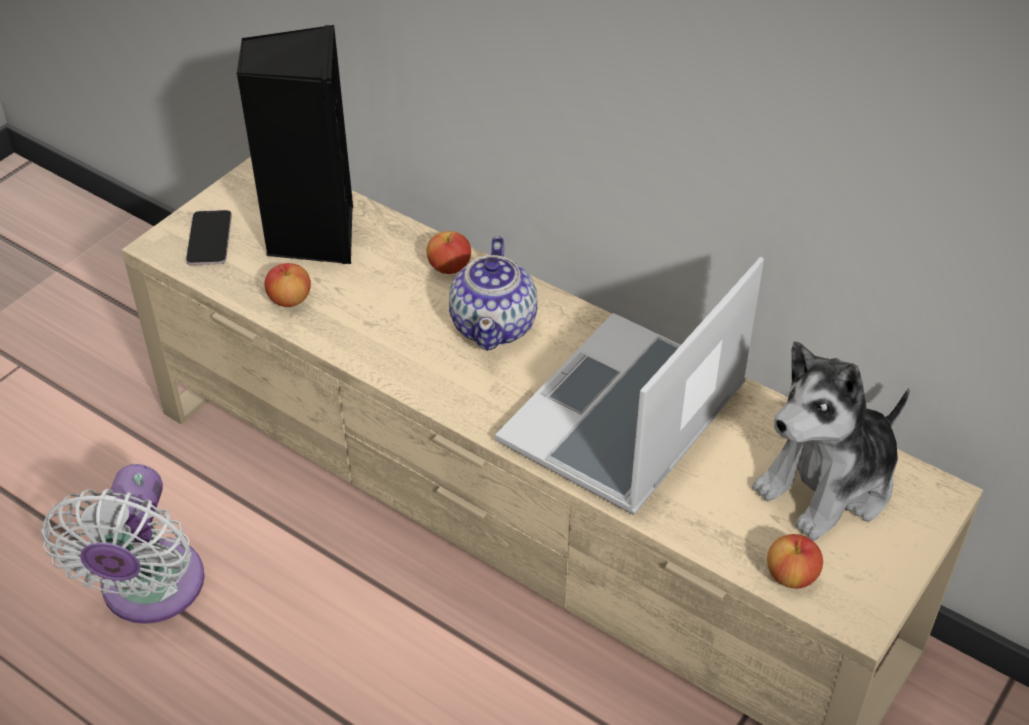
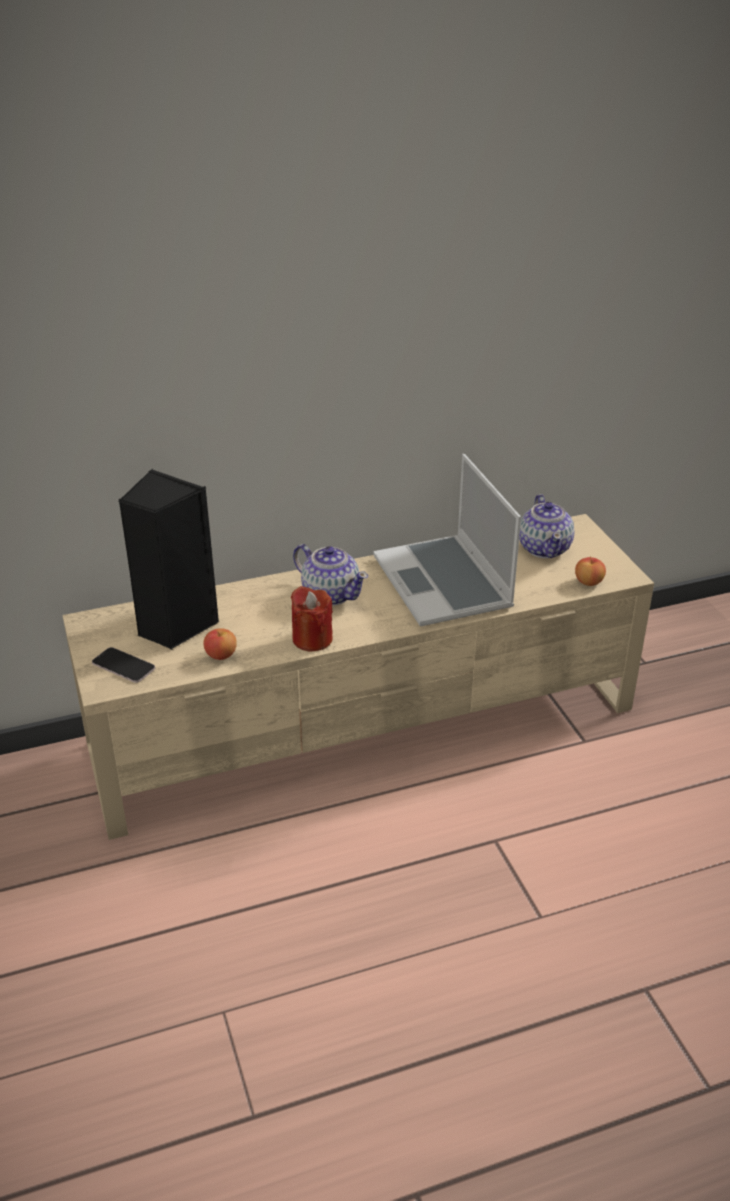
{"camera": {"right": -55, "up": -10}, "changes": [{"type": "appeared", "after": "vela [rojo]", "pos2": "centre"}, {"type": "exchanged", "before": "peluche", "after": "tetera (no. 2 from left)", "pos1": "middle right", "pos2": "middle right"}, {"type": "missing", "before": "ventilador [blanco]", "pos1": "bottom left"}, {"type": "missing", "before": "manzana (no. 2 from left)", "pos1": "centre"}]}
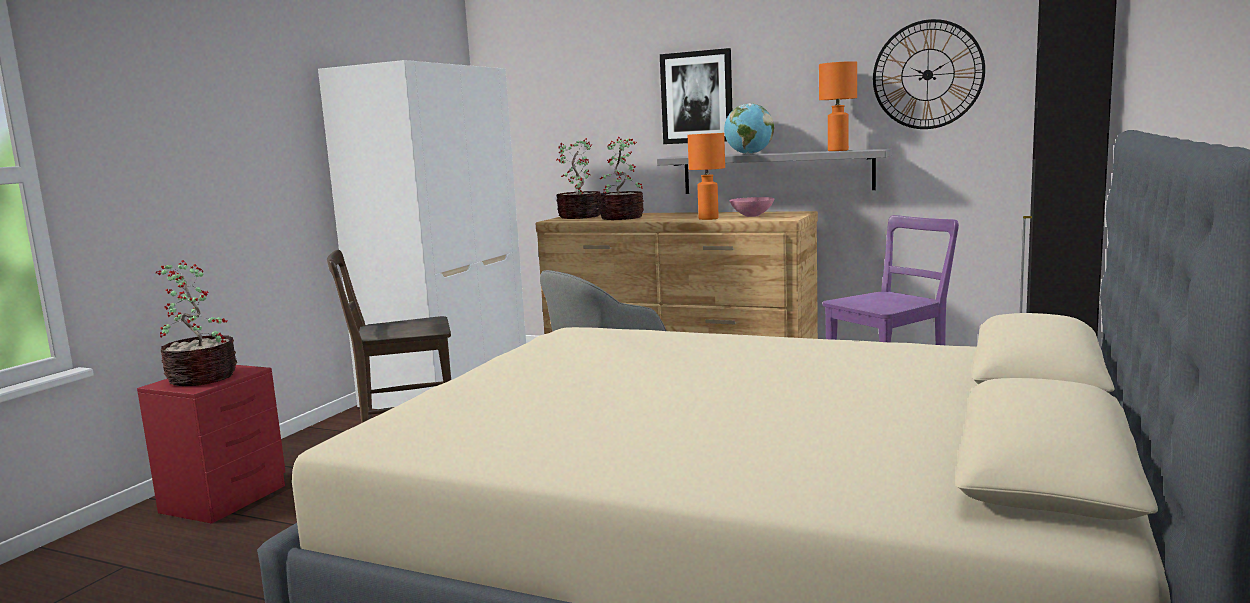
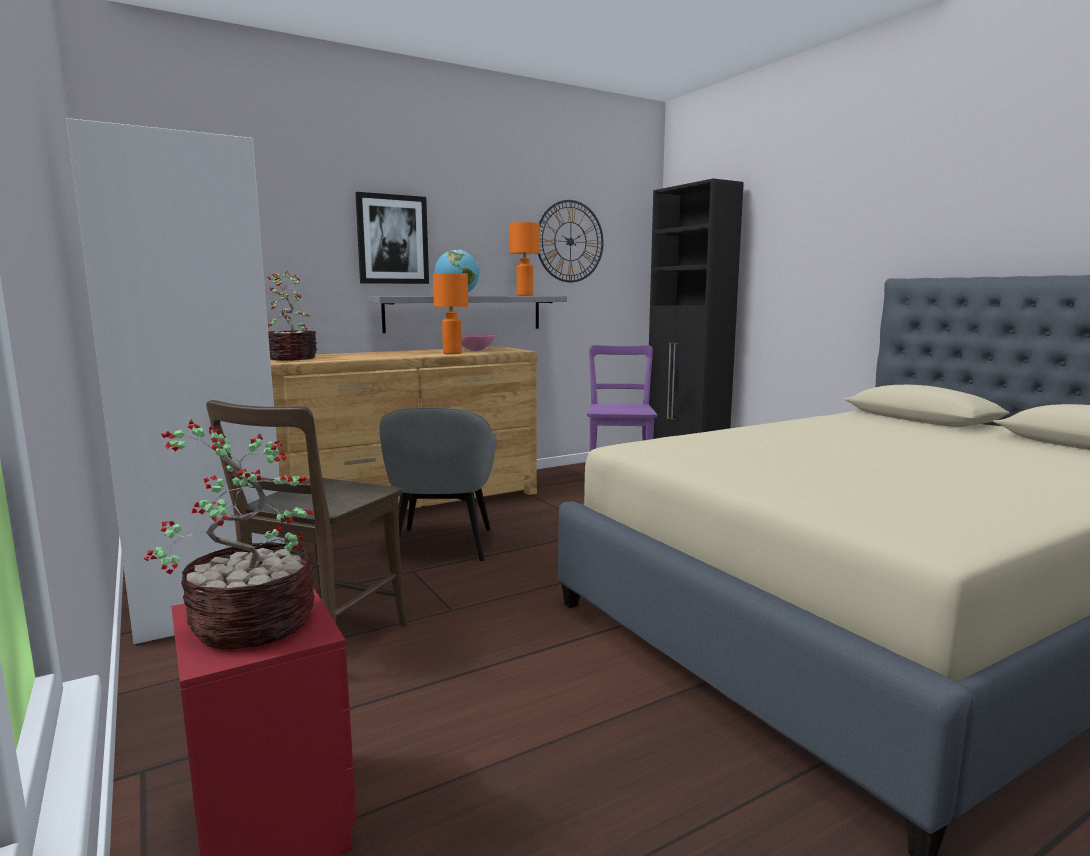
{"camera": {"right": -55, "up": 0}, "changes": [{"type": "missing", "before": "planta en maceta (no. 3 from left)", "pos1": "top centre"}]}
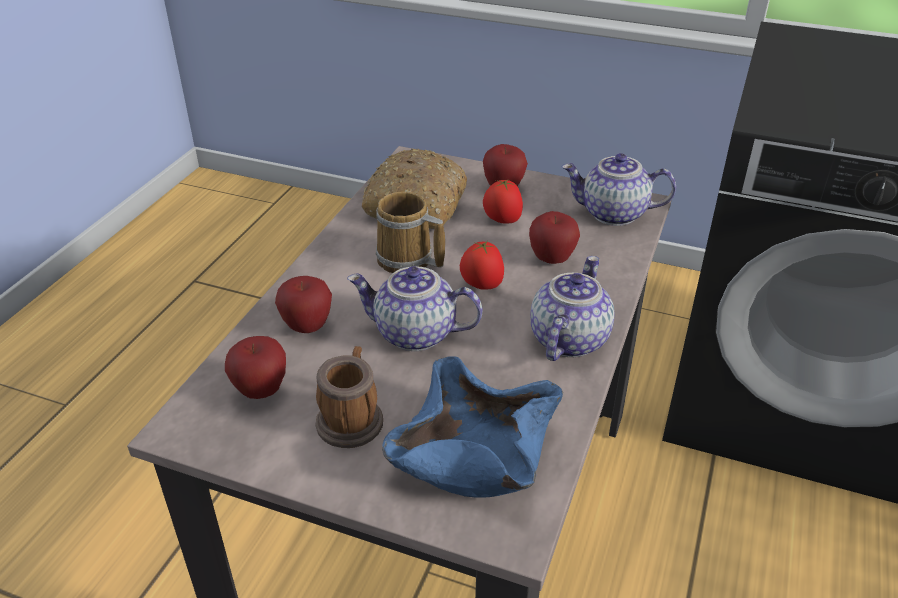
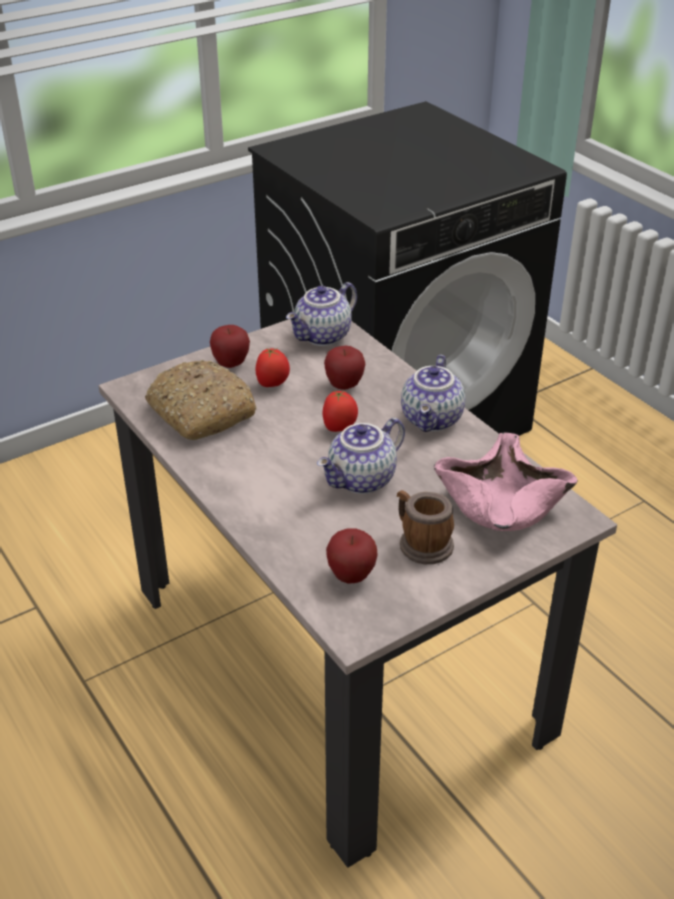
{"camera": {"right": -55, "up": 0}, "changes": [{"type": "spun", "before": "tetera (no. 2 from left in the first image)", "pos1": "centre", "pos2": "centre", "turn": -135}, {"type": "colour", "before": "cuenco [azul]", "after": "cuenco [rosa]", "pos1": "bottom centre", "pos2": "middle right"}, {"type": "missing", "before": "manzana (no. 2 from left)", "pos1": "centre"}, {"type": "missing", "before": "taza grande (no. 2 from left)", "pos1": "centre"}]}
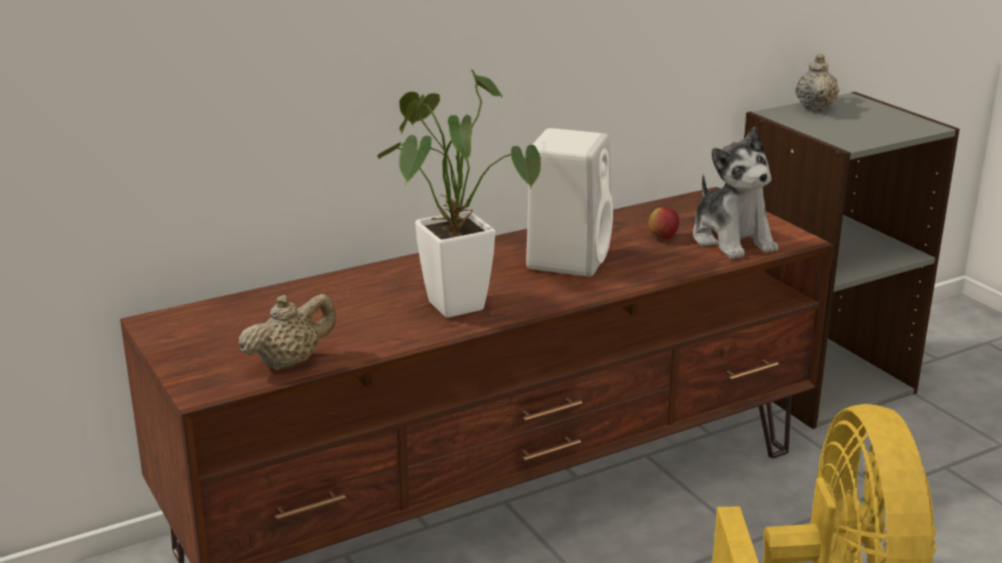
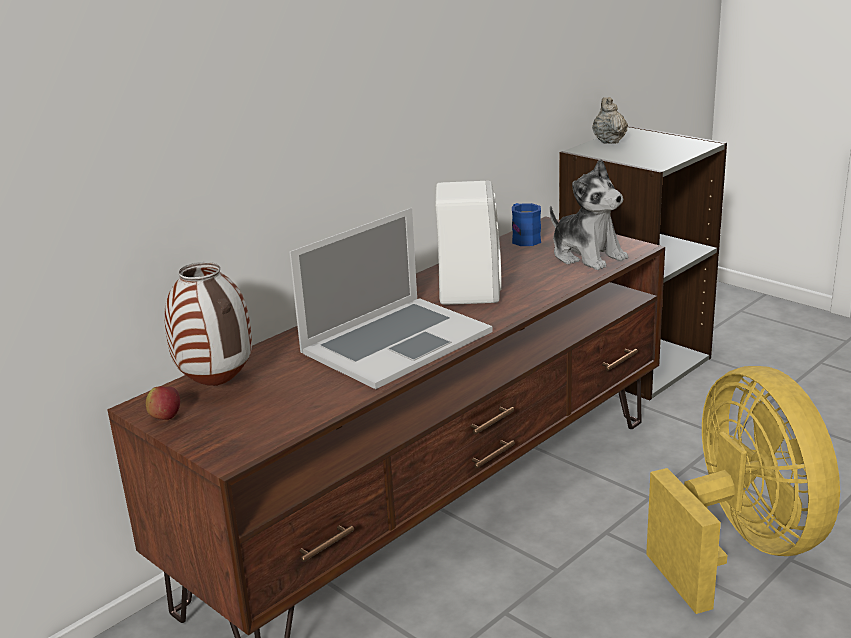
{"camera": {"right": -15, "up": 0}, "changes": [{"type": "relocated", "before": "manzana", "pos1": "centre", "pos2": "middle left"}, {"type": "appeared", "after": "florero", "pos2": "middle left"}, {"type": "exchanged", "before": "planta en maceta", "after": "portátil", "pos1": "centre", "pos2": "centre"}, {"type": "appeared", "after": "taza grande [azul]", "pos2": "centre"}, {"type": "missing", "before": "tetera [beis] (no. 1 from left)", "pos1": "middle left"}]}
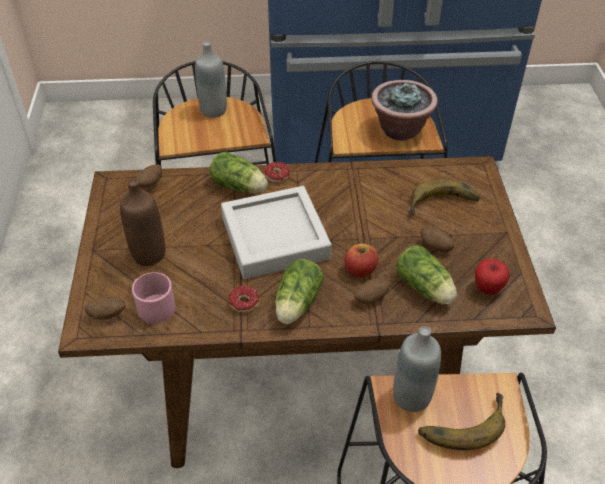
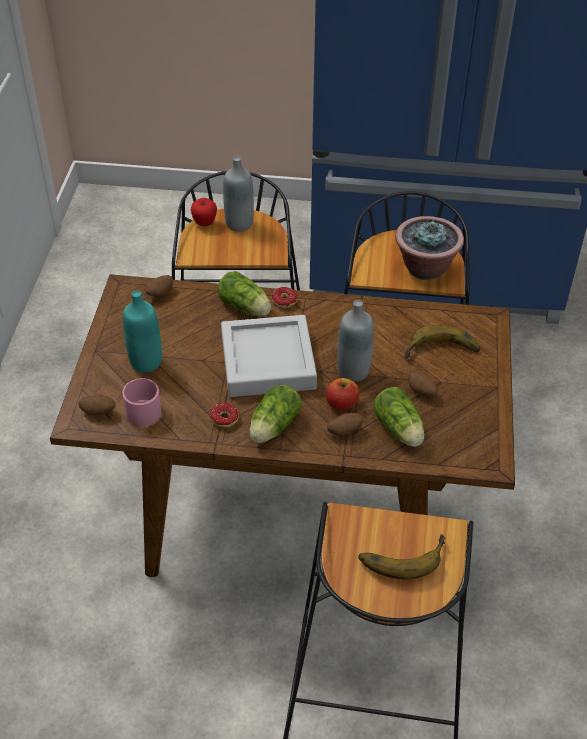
{"camera": {"right": 10, "up": 0}, "changes": [{"type": "colour", "before": "botella [marrón]", "after": "botella [turquesa]", "pos1": "middle left", "pos2": "middle left"}, {"type": "relocated", "before": "manzana (no. 2 from left in the first image)", "after": "manzana (no. 1 from left)", "pos1": "middle right", "pos2": "top centre"}, {"type": "relocated", "before": "botella [gris] (no. 2 from left)", "pos1": "bottom right", "pos2": "centre"}]}
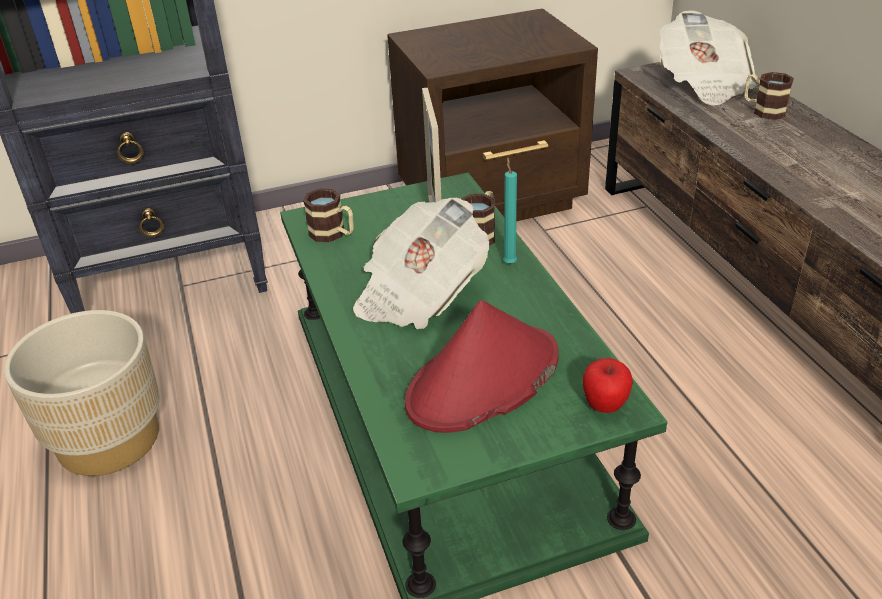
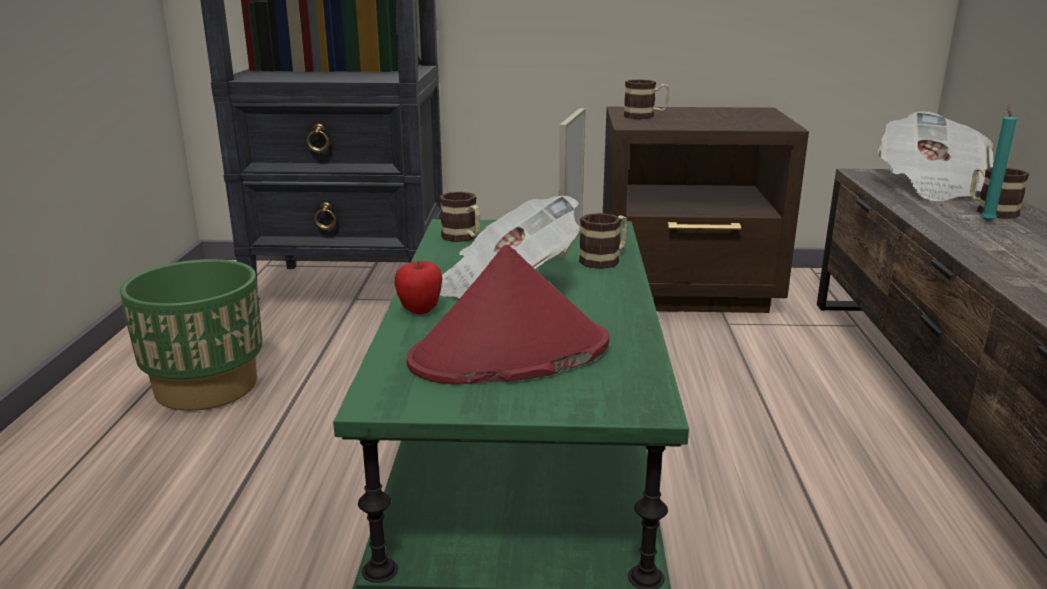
{"camera": {"right": 20, "up": -15}, "changes": [{"type": "colour", "before": "maceta [beis]", "after": "maceta [verde]", "pos1": "middle left", "pos2": "middle left"}, {"type": "relocated", "before": "manzana", "pos1": "middle right", "pos2": "centre"}, {"type": "appeared", "after": "taza grande (no. 3 from left)", "pos2": "top centre"}, {"type": "relocated", "before": "vela [turquesa]", "pos1": "centre", "pos2": "top right"}]}
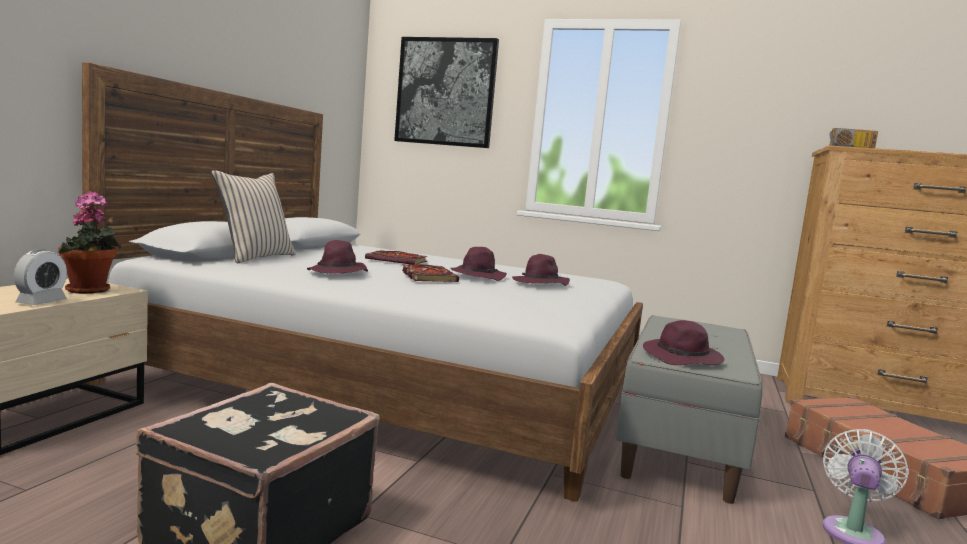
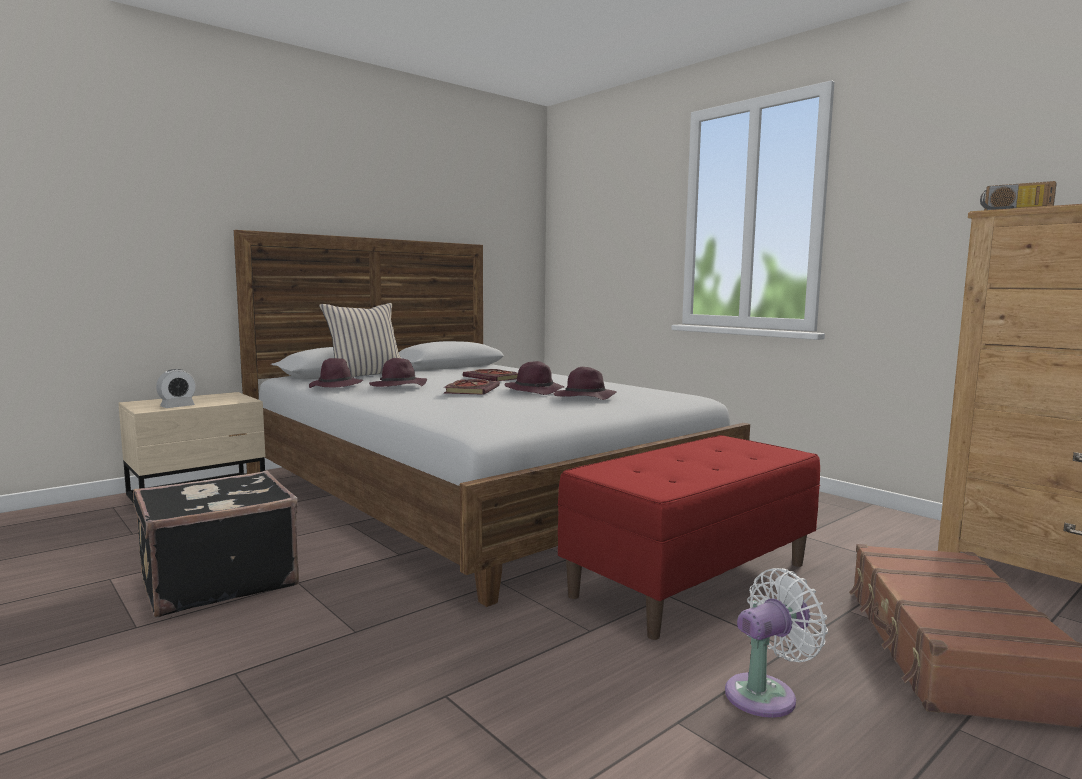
{"camera": {"right": 30, "up": 0}, "changes": [{"type": "relocated", "before": "sombrero [morado] (no. 4 from left in the first image)", "after": "sombrero [morado] (no. 1 from left)", "pos1": "middle right", "pos2": "middle left"}, {"type": "colour", "before": "banco [gris]", "after": "banco [rojo]", "pos1": "bottom right", "pos2": "bottom centre"}, {"type": "missing", "before": "planta en maceta", "pos1": "middle left"}, {"type": "missing", "before": "cuadro", "pos1": "top centre"}]}
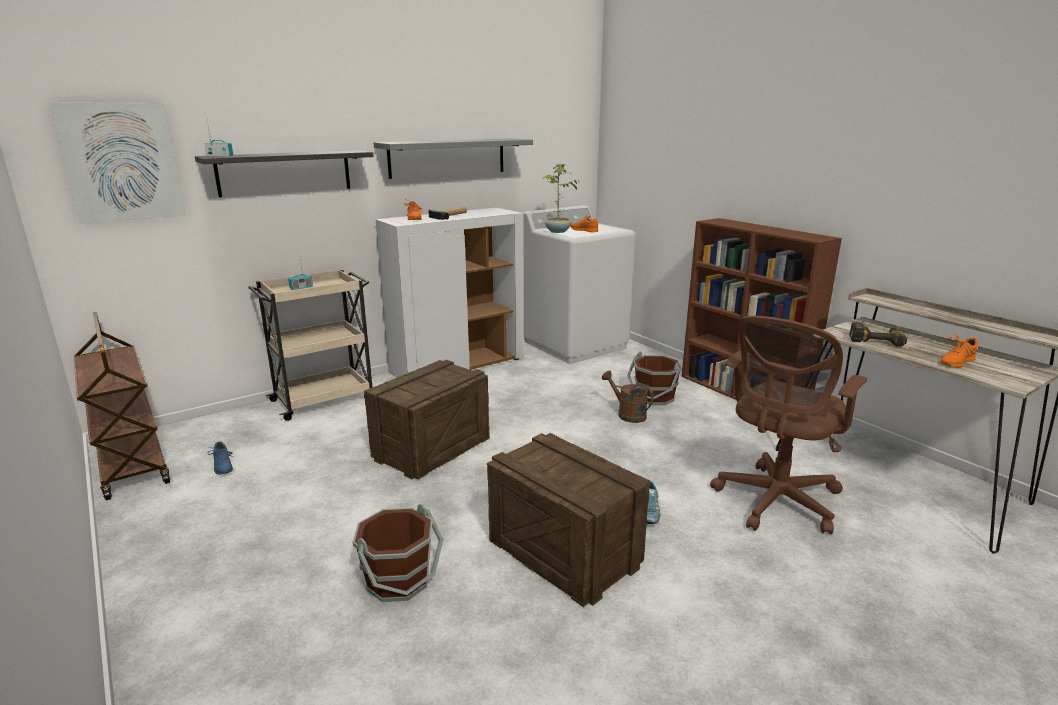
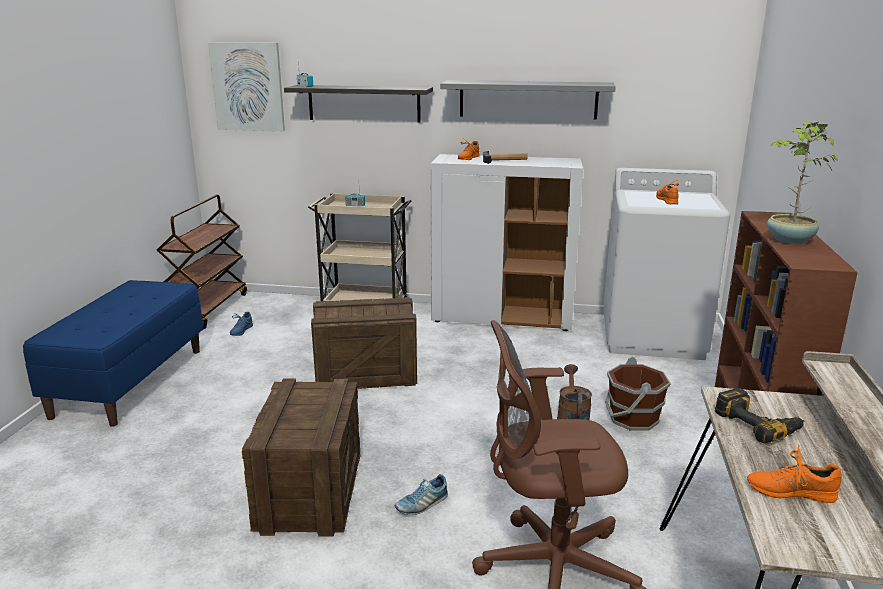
{"camera": {"right": 45, "up": 0}, "changes": [{"type": "appeared", "after": "banco [azul]", "pos2": "middle left"}, {"type": "relocated", "before": "planta en maceta", "pos1": "top centre", "pos2": "top right"}, {"type": "missing", "before": "cubo [marrón] (no. 1 from left)", "pos1": "bottom centre"}]}
